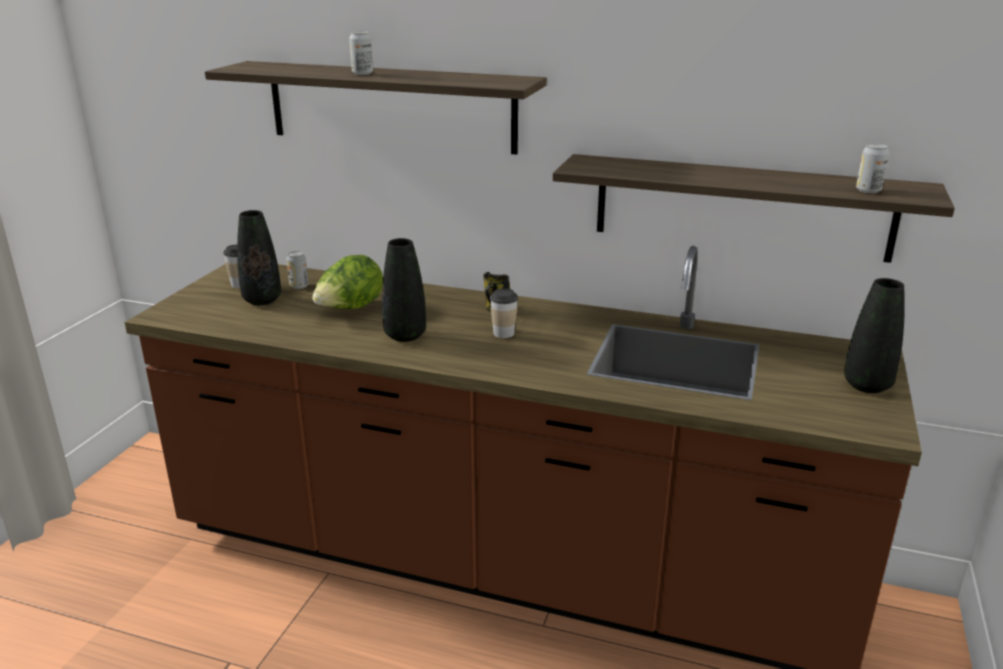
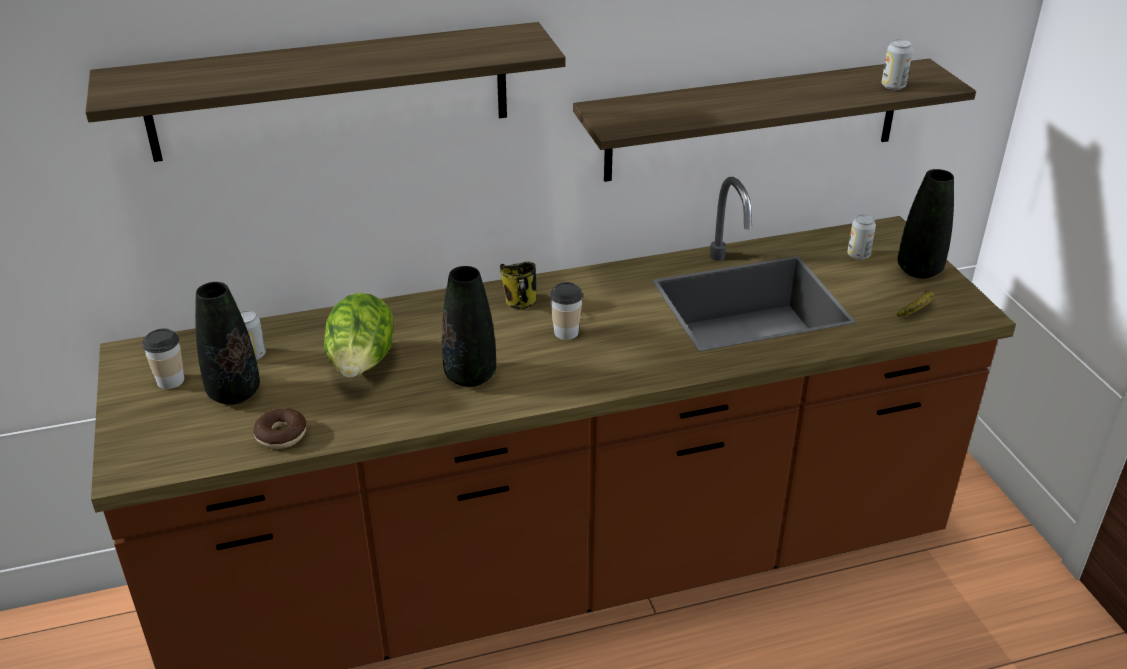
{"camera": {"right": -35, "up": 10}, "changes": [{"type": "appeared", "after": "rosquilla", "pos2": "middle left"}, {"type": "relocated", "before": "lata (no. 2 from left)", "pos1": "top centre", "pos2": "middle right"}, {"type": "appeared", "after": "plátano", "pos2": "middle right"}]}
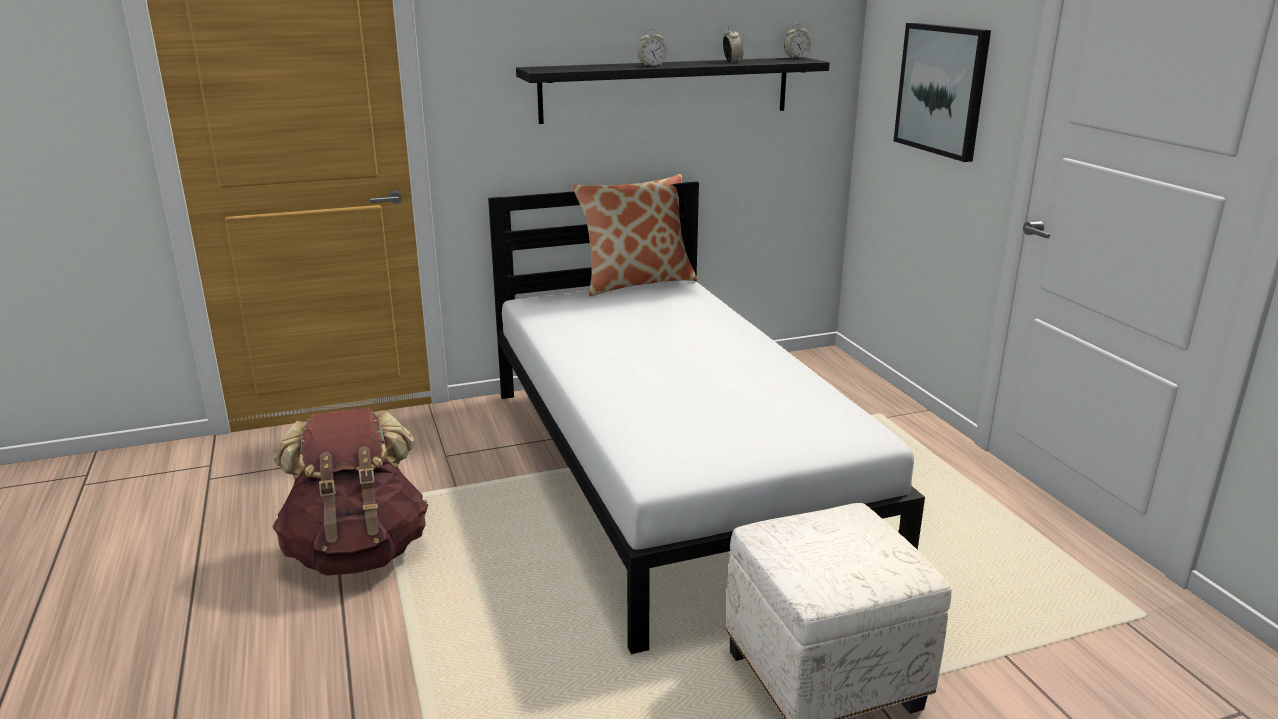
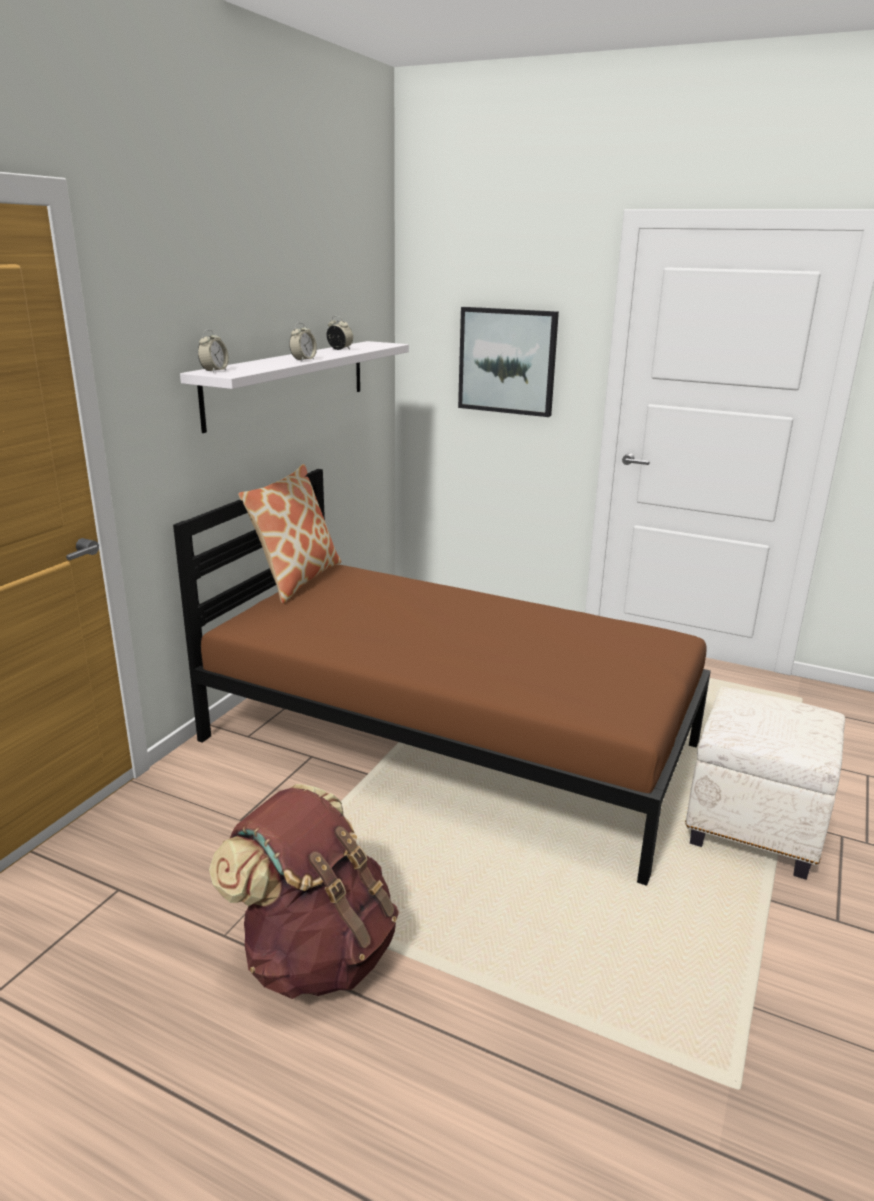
{"camera": {"right": -45, "up": 0}, "changes": [{"type": "colour", "before": "cama [blanco]", "after": "cama [marrón]", "pos1": "centre", "pos2": "centre"}, {"type": "colour", "before": "estante [negro]", "after": "estante [blanco]", "pos1": "top centre", "pos2": "top centre"}, {"type": "relocated", "before": "despertador (no. 3 from left in the first image)", "after": "despertador (no. 1 from left)", "pos1": "top centre", "pos2": "top left"}]}
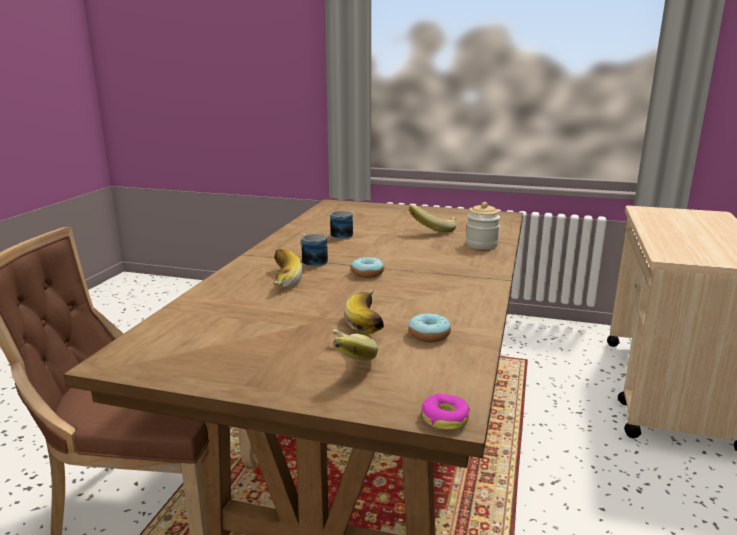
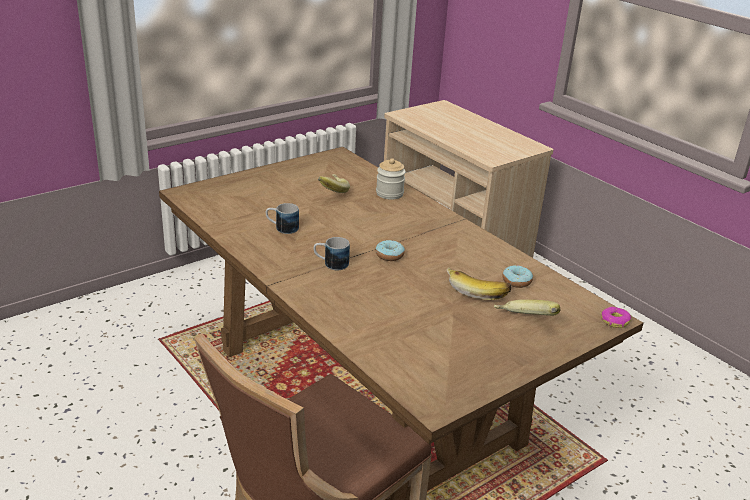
{"camera": {"right": -55, "up": 10}, "changes": [{"type": "missing", "before": "plátano (no. 1 from left)", "pos1": "centre"}]}
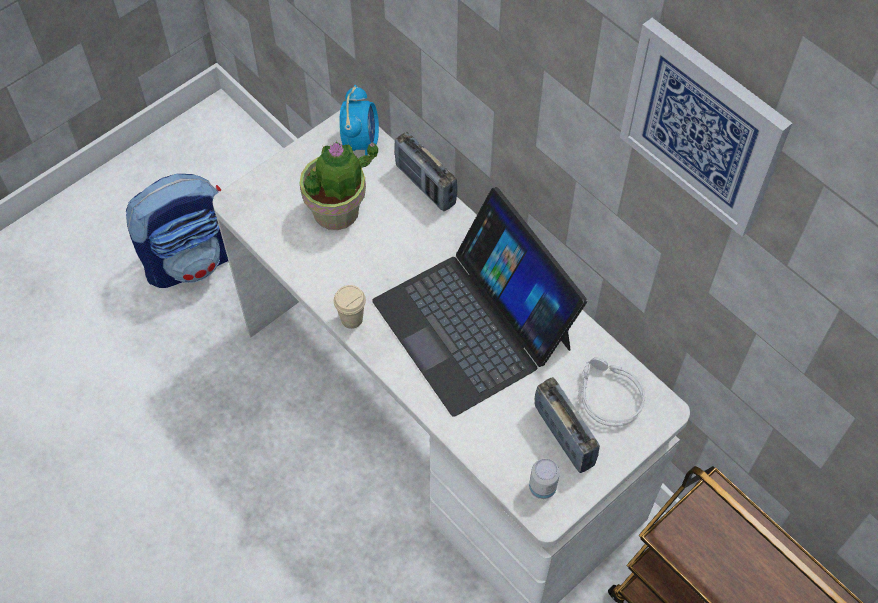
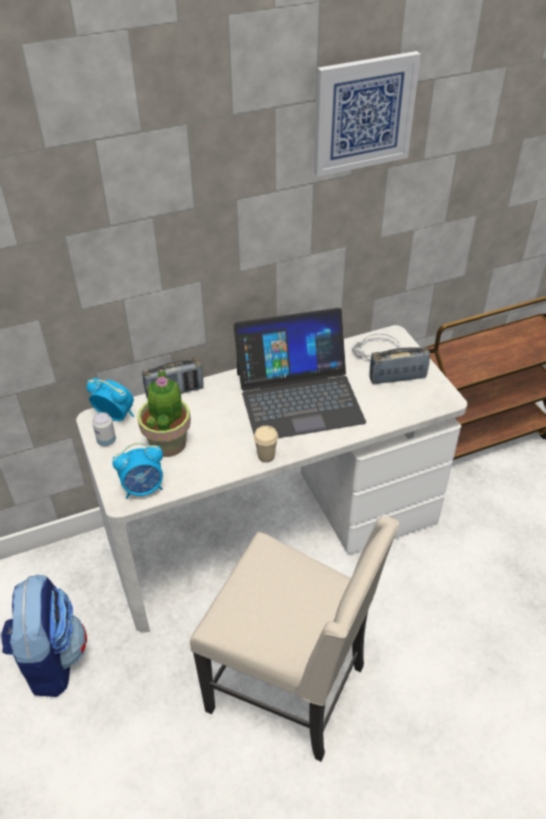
{"camera": {"right": -70, "up": -15}, "changes": [{"type": "relocated", "before": "lata", "pos1": "bottom centre", "pos2": "middle left"}, {"type": "appeared", "after": "despertador (no. 2 from left)", "pos2": "middle left"}, {"type": "appeared", "after": "silla [beis]", "pos2": "bottom centre"}]}
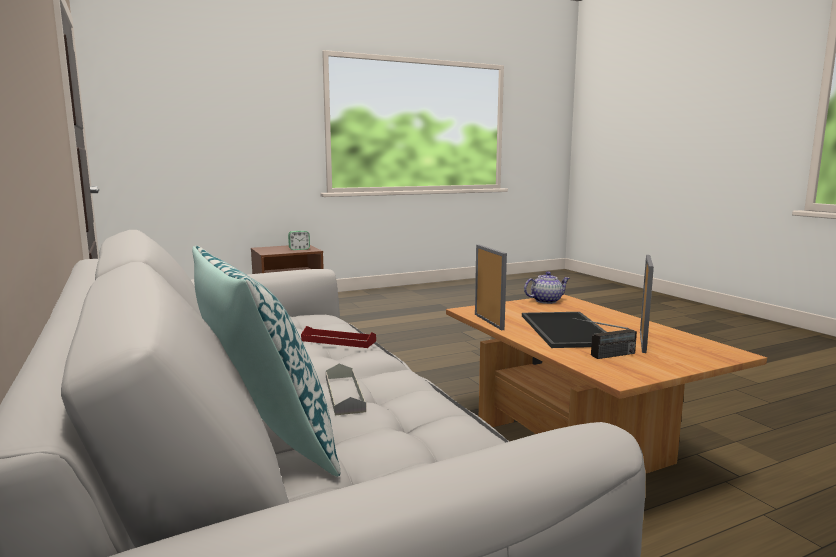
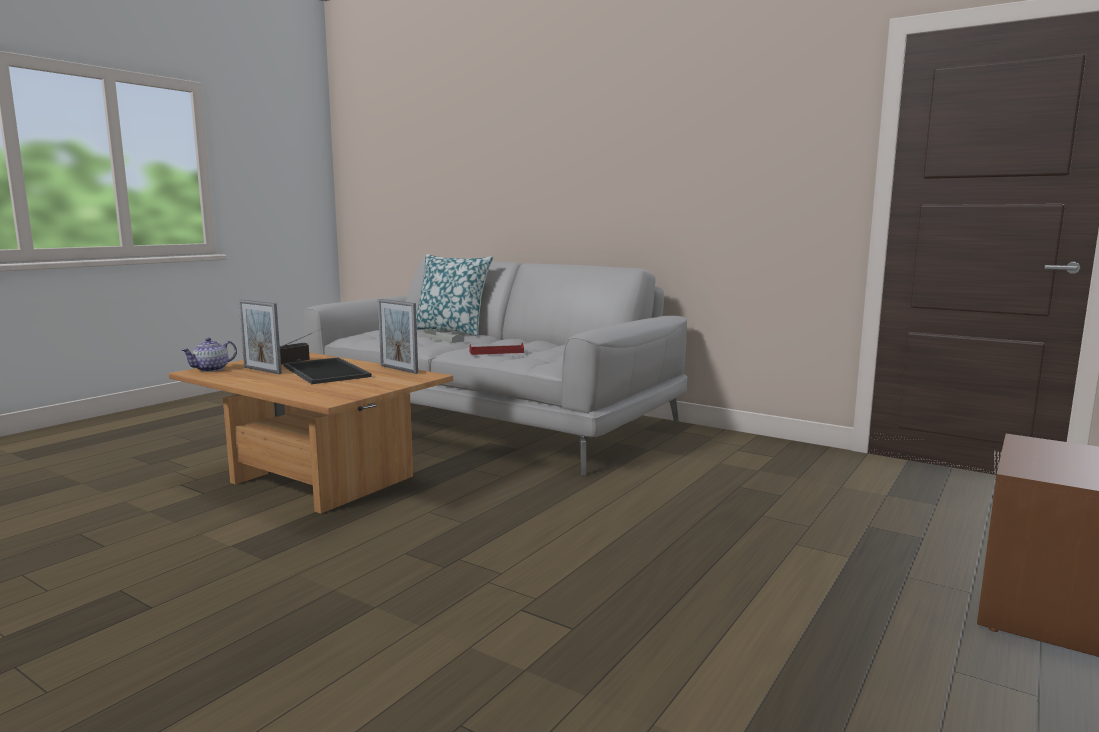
{"camera": {"right": 150, "up": 0}, "changes": [{"type": "relocated", "before": "tetera", "pos1": "centre", "pos2": "middle left"}, {"type": "spun", "before": "portarretratos (no. 2 from left in the first image)", "pos1": "middle right", "pos2": "middle left", "turn": -45}, {"type": "missing", "before": "despertador", "pos1": "centre"}]}
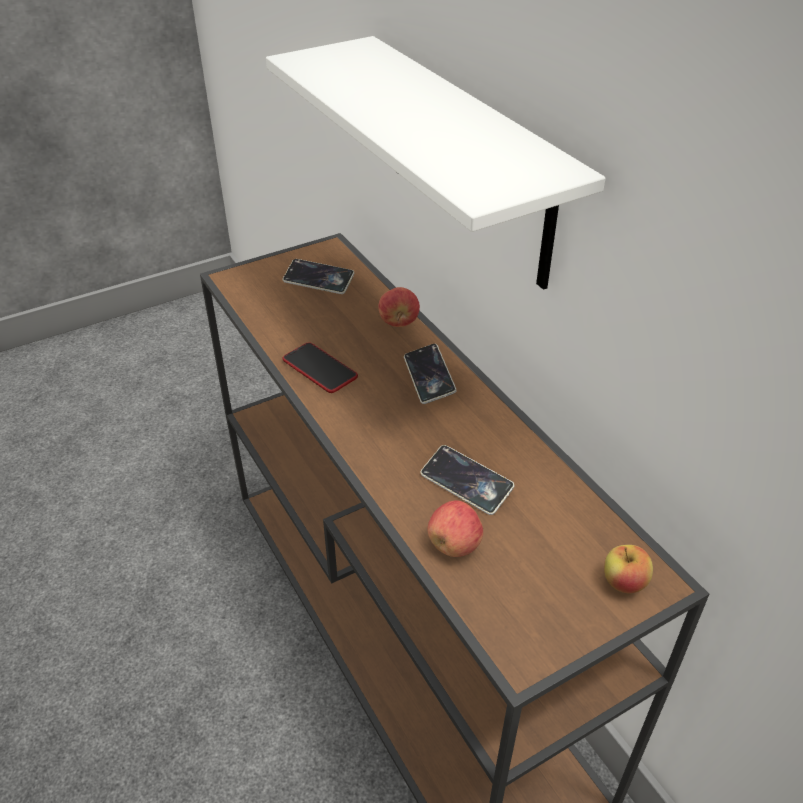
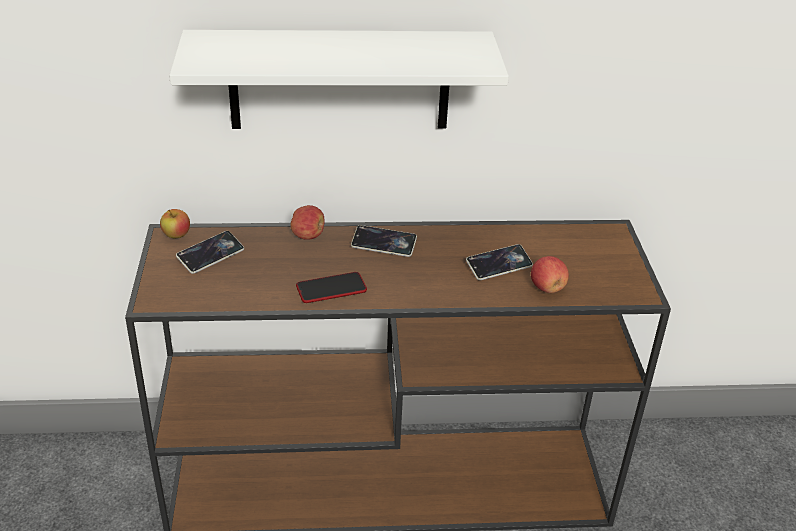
{"camera": {"right": -65, "up": -5}, "changes": [{"type": "relocated", "before": "manzana (no. 3 from left in the first image)", "after": "manzana (no. 1 from left)", "pos1": "bottom right", "pos2": "middle left"}]}
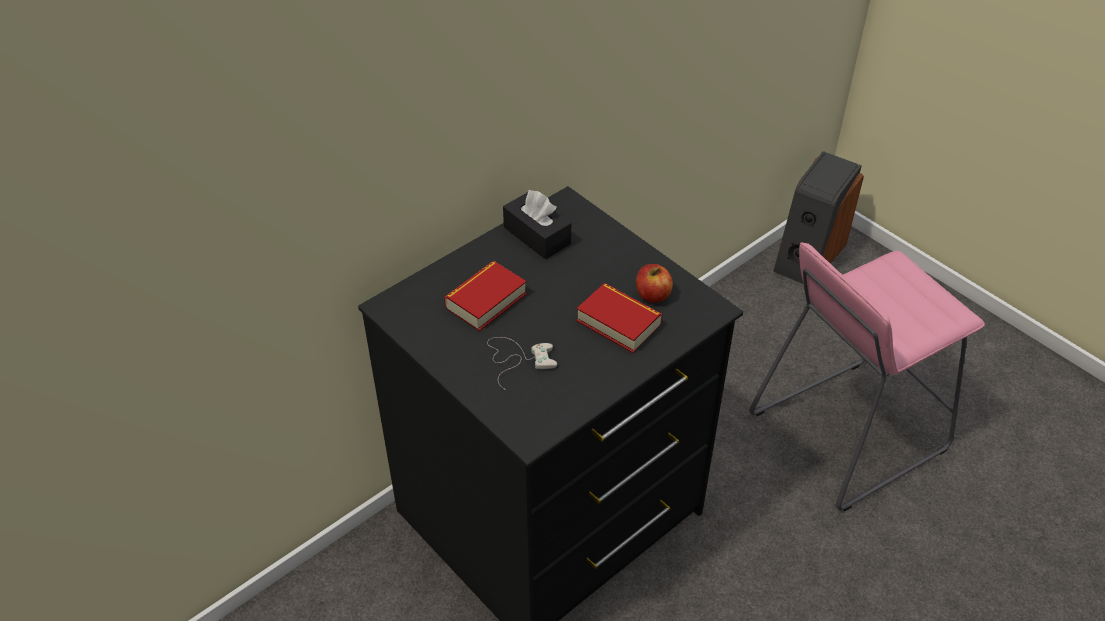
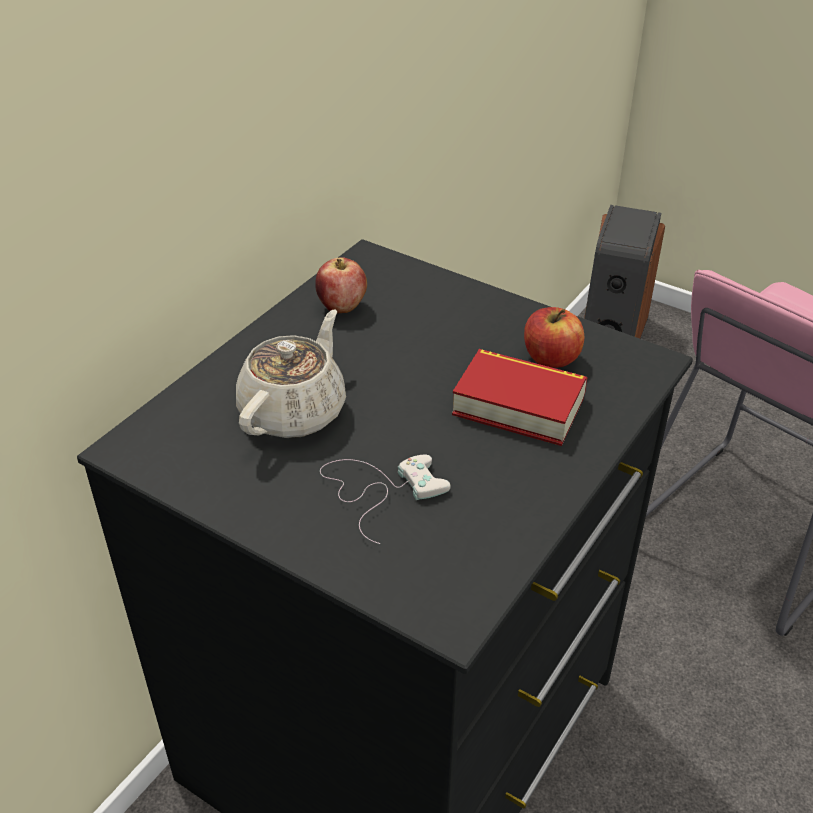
{"camera": {"right": -15, "up": -5}, "changes": [{"type": "exchanged", "before": "libro (no. 1 from left)", "after": "tetera [beis]", "pos1": "centre", "pos2": "centre"}, {"type": "exchanged", "before": "caja de pañuelos [negro]", "after": "manzana (no. 1 from left)", "pos1": "centre", "pos2": "centre"}]}
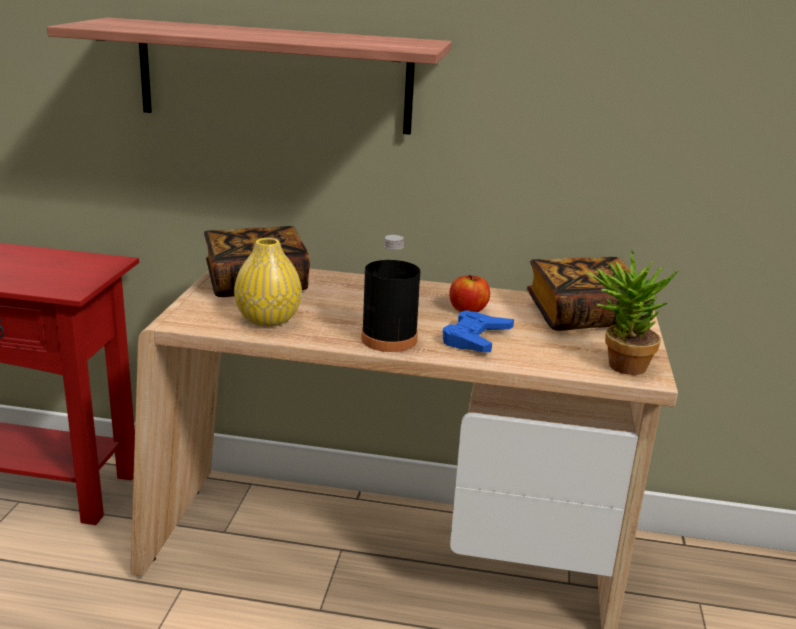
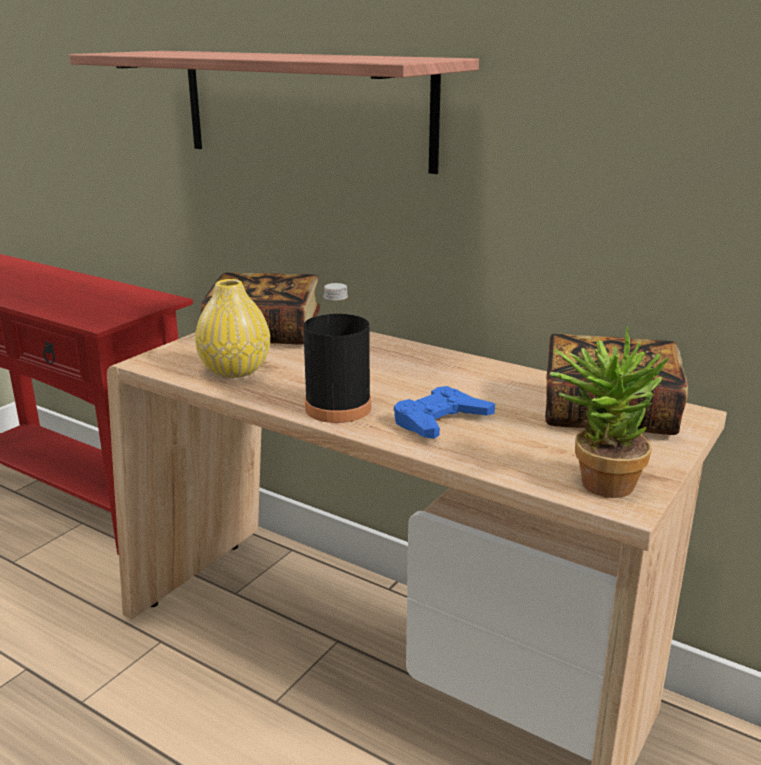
{"camera": {"right": 25, "up": 0}, "changes": [{"type": "missing", "before": "manzana", "pos1": "centre"}]}
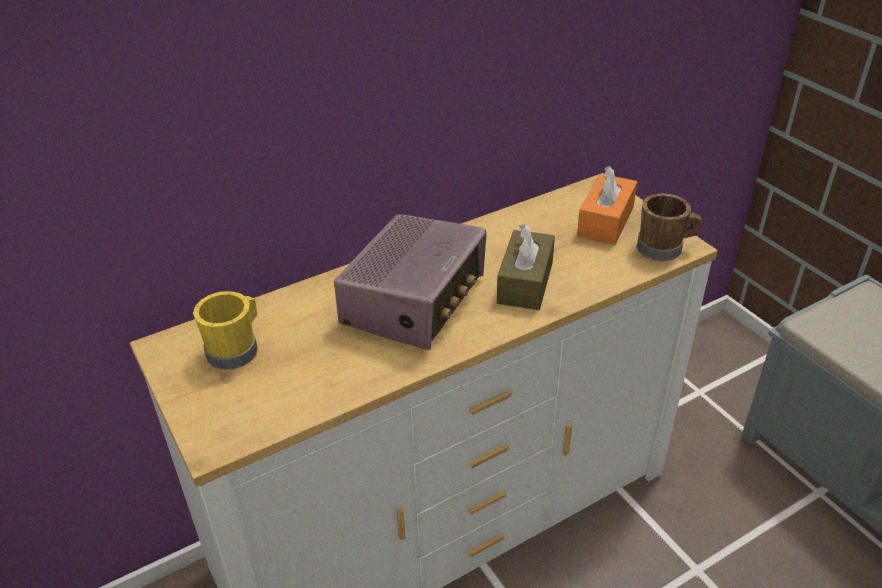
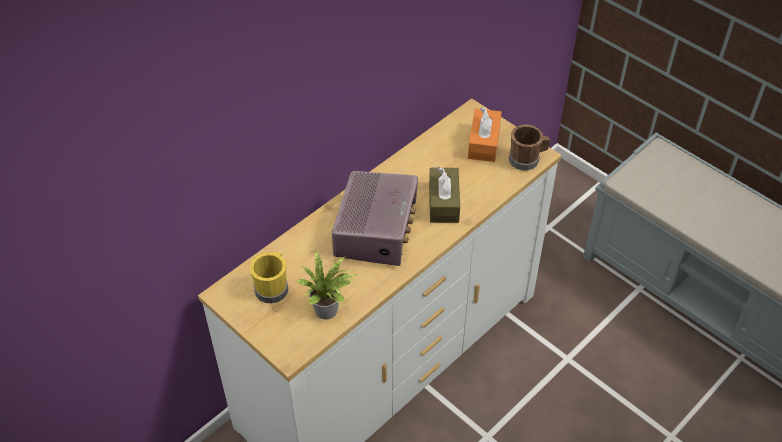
{"camera": {"right": -15, "up": 10}, "changes": [{"type": "appeared", "after": "planta en maceta", "pos2": "centre"}]}
